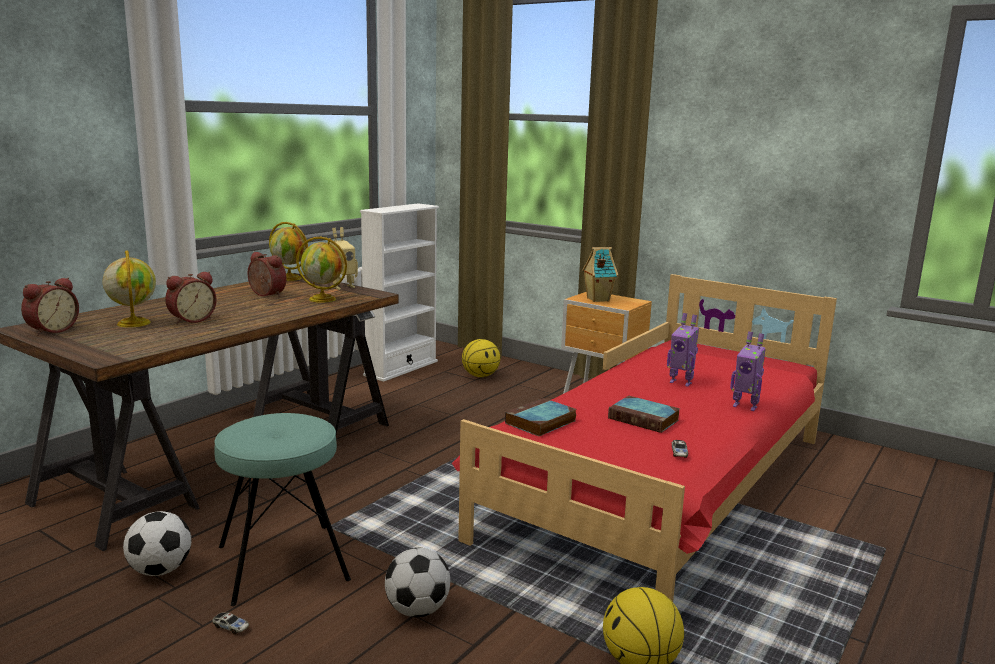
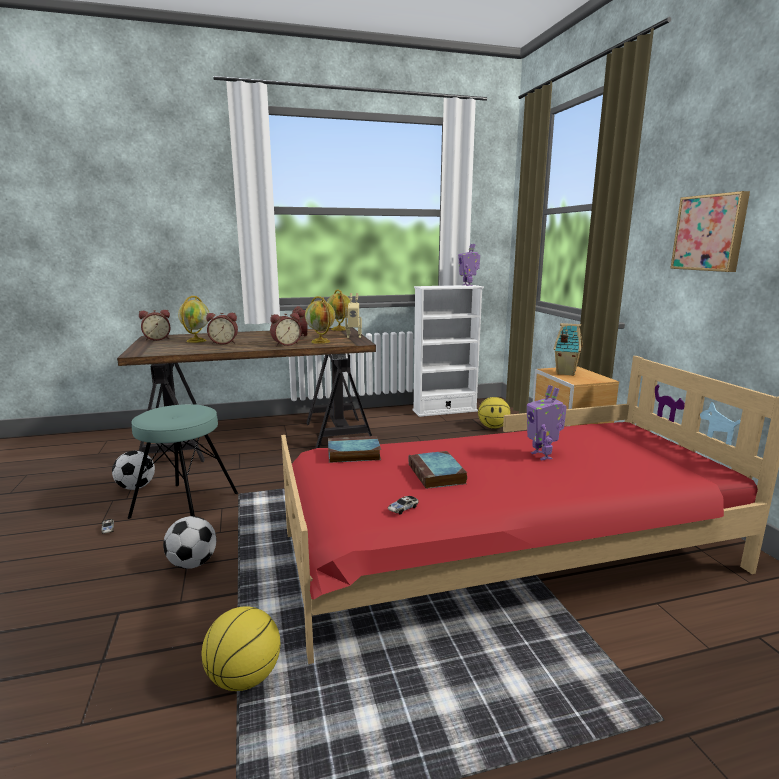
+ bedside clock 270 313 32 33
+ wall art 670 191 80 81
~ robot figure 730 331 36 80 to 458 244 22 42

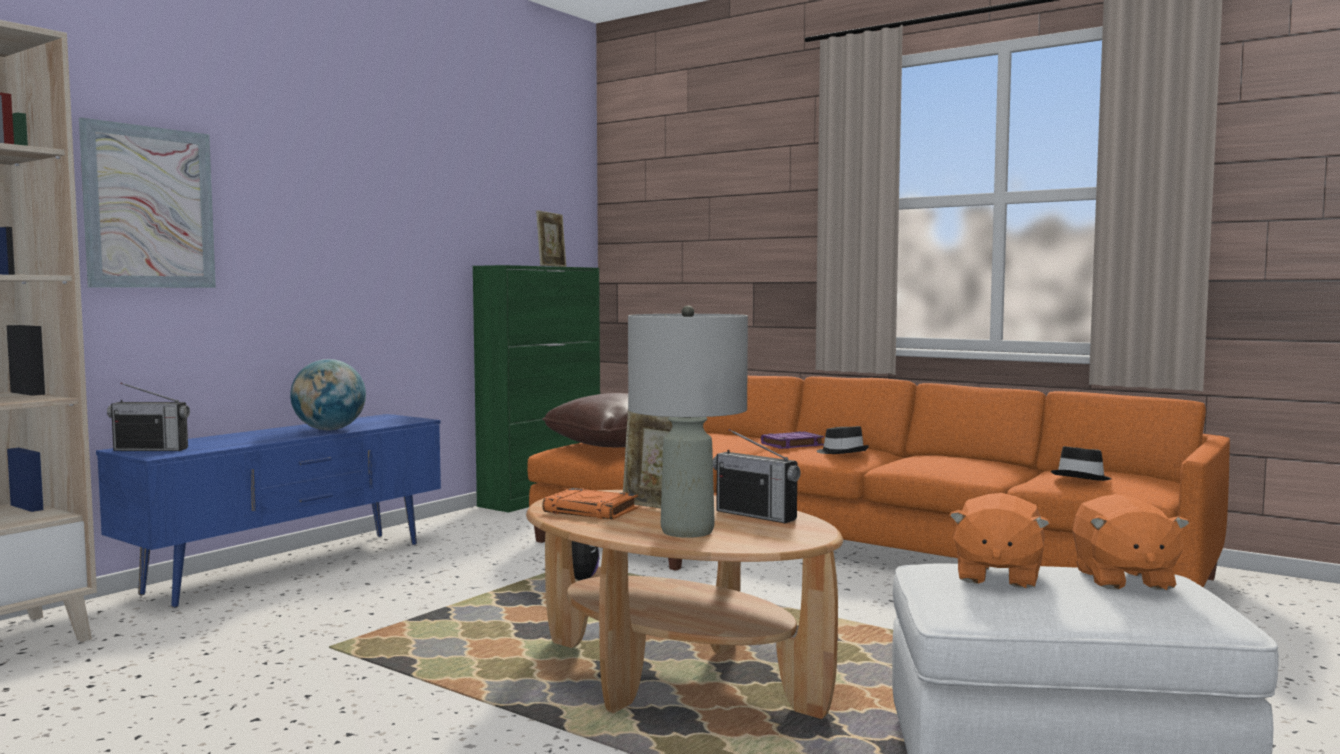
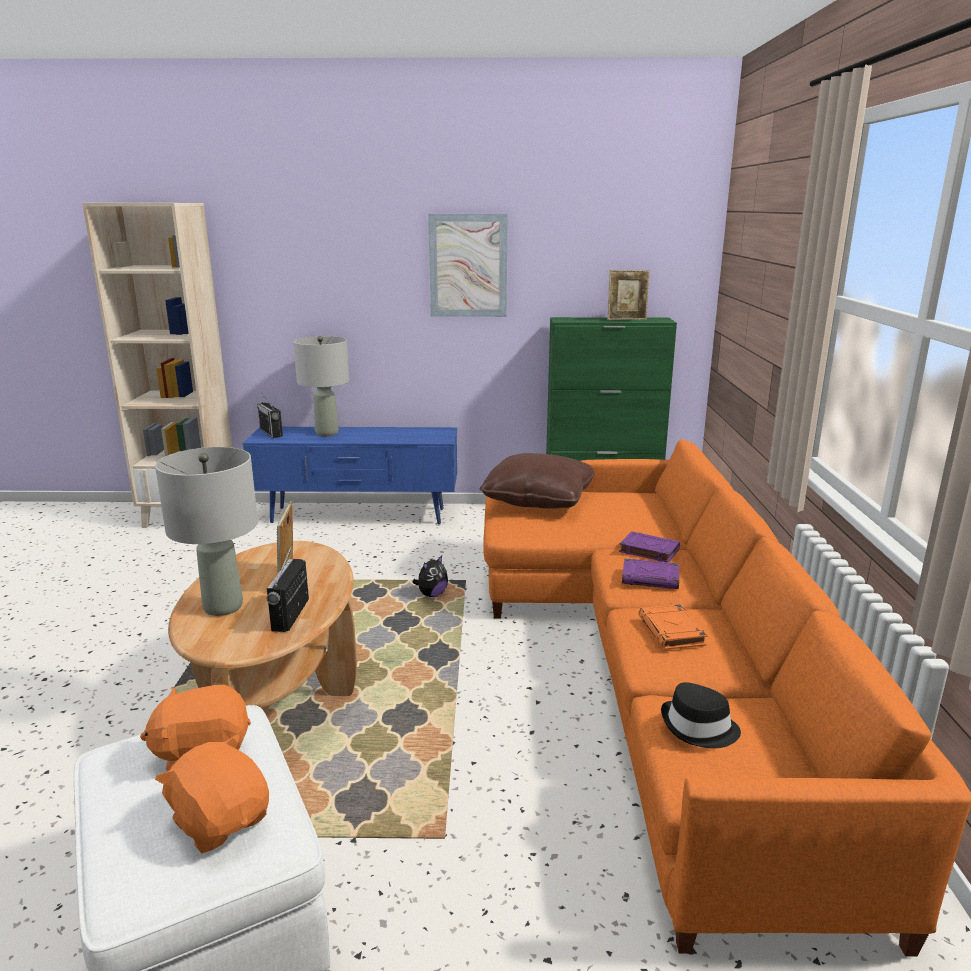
- globe 290 359 76 72
+ table lamp/gray 293 336 56 100
~ wall art 79 117 137 171 to 428 214 80 103
~ volume/orange-coloured 542 488 96 31 to 639 604 68 46
~ clothing hat/black-coloured 817 426 52 28 to volume/purple-coloured 622 558 57 31
~ soft toy/orange-coloured 1073 494 117 96 = 155 734 114 119 75 degrees clockwise

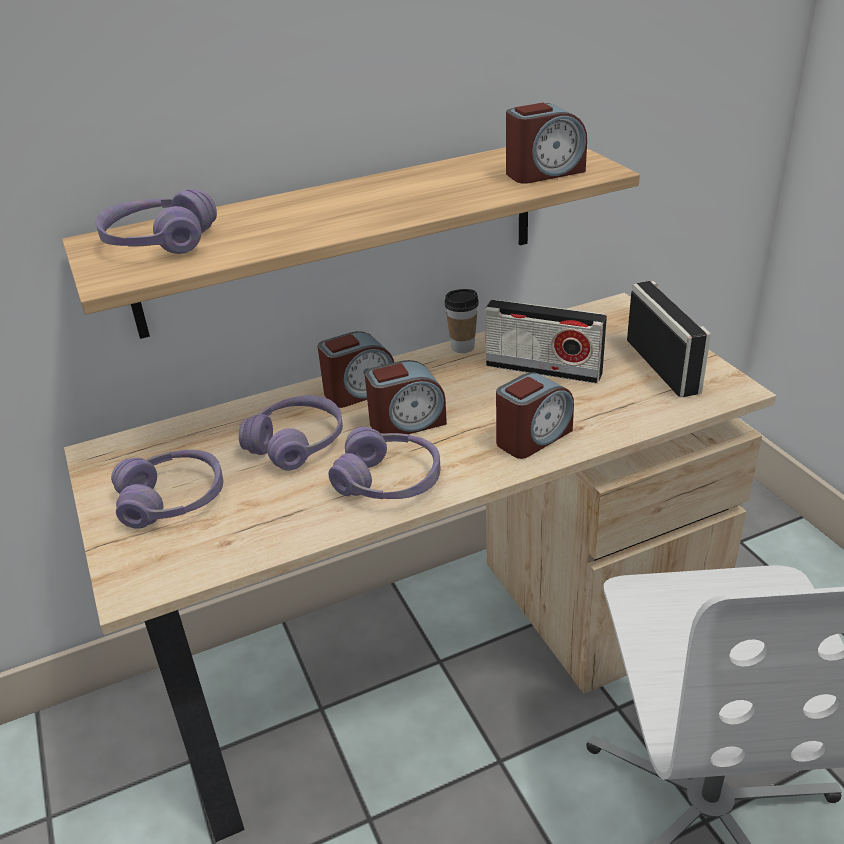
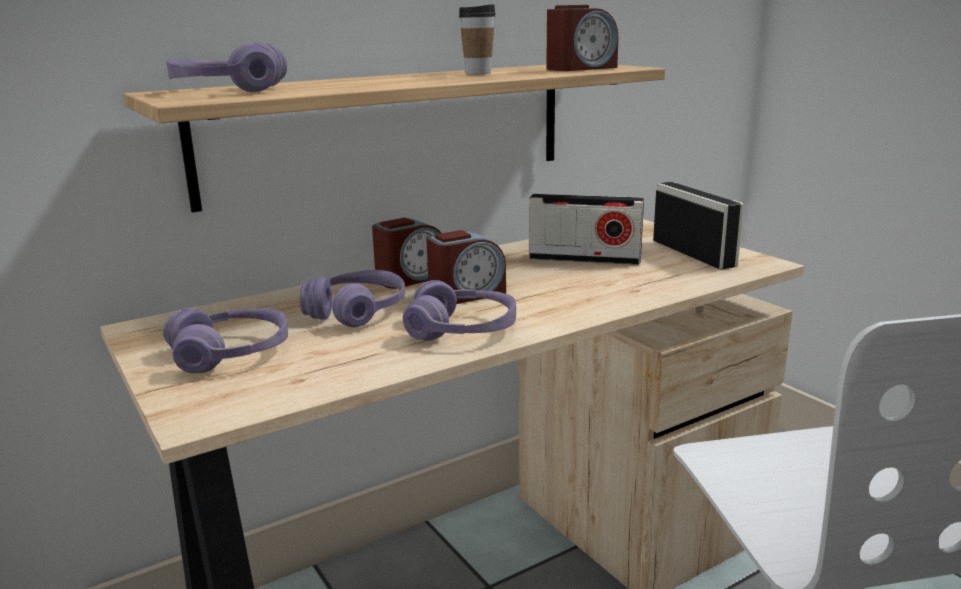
- bedside clock 496 372 78 87
~ cup 444 289 35 64 to 459 4 37 70

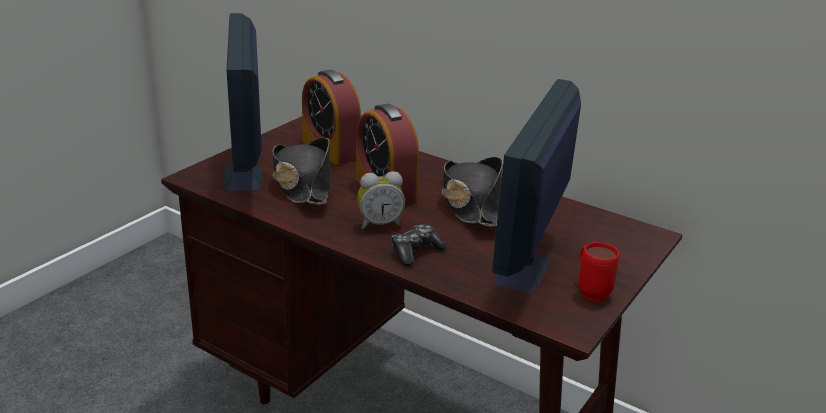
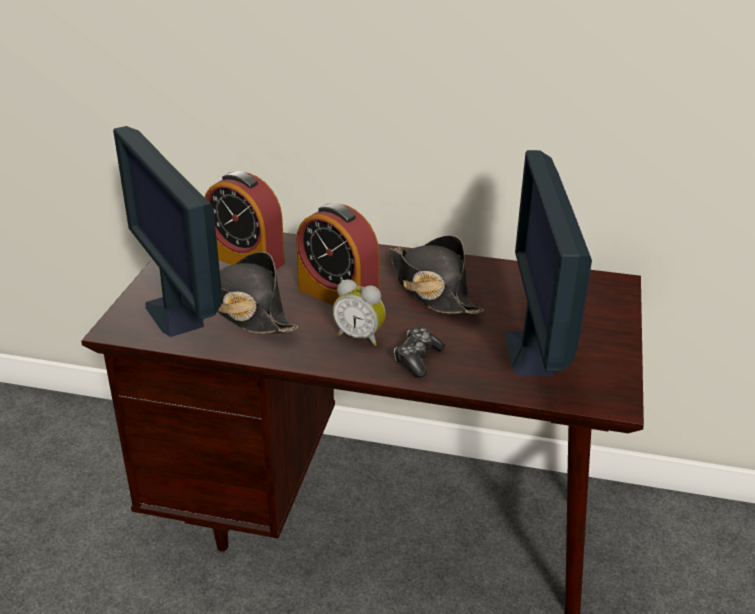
- mug/red 578 242 41 60
~ bedside clock 357 171 48 58 = 333 279 52 67 60 degrees clockwise

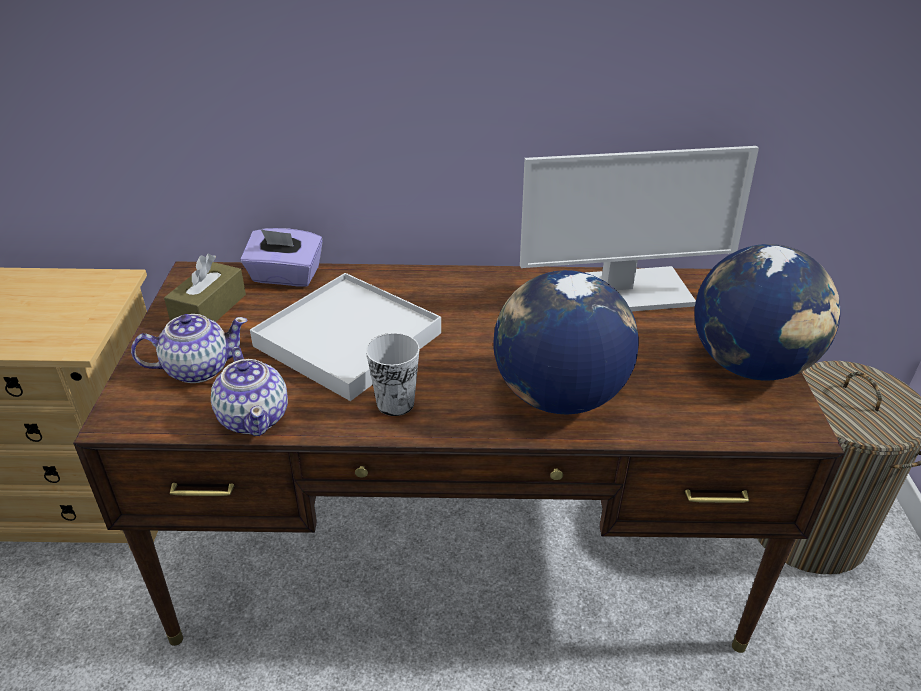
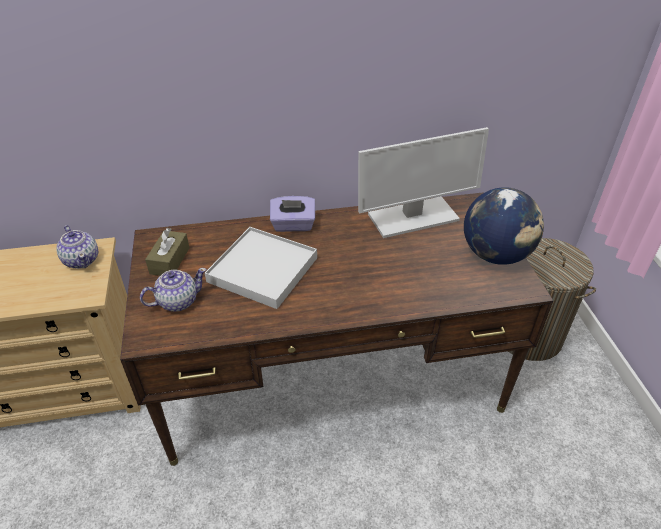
- cup 366 333 54 83
- globe 493 270 146 145
~ pot for tea 211 347 77 89 to 56 225 42 44
~ tissue box/purple-coloured 241 228 82 59 to 270 196 45 36

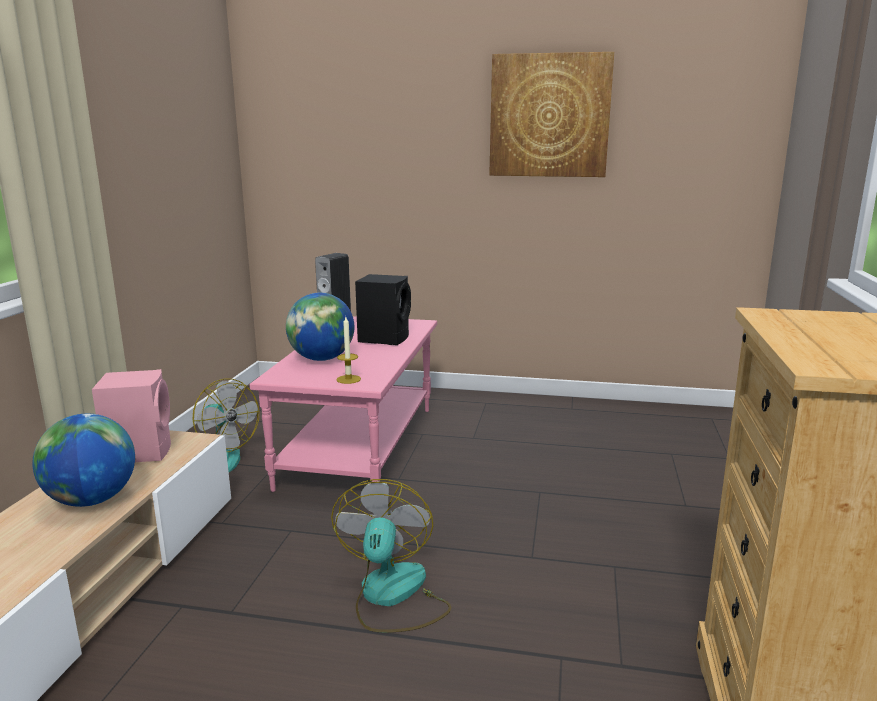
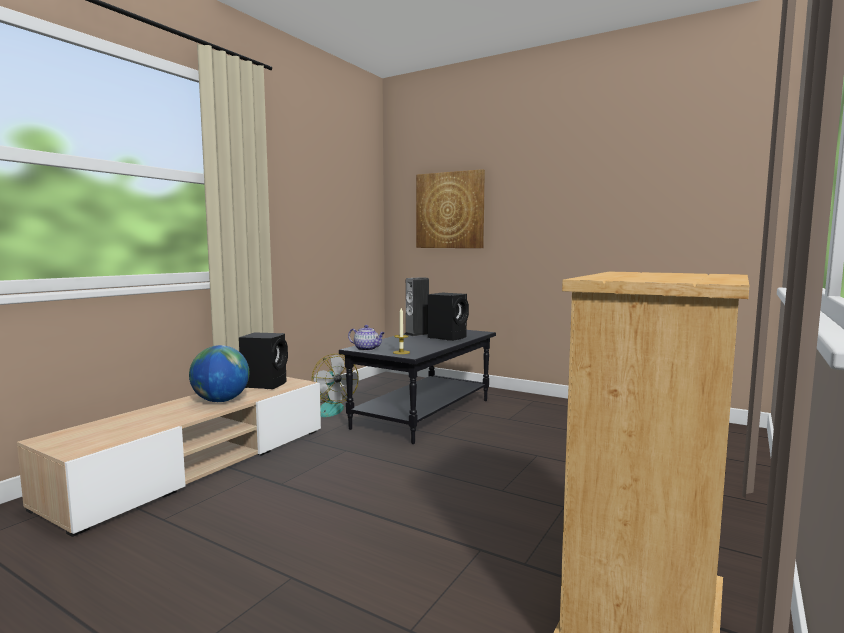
- globe 286 293 68 68
- cooling fan 331 479 120 154
+ pot for tea 348 325 37 26
~ wall art 489 52 125 125 to 416 169 69 79
~ speaker/pinkish 92 369 79 93 to speaker/black-coloured 239 332 49 57
~ low table/pinkish 250 316 187 176 to low table/black-coloured 339 330 157 114

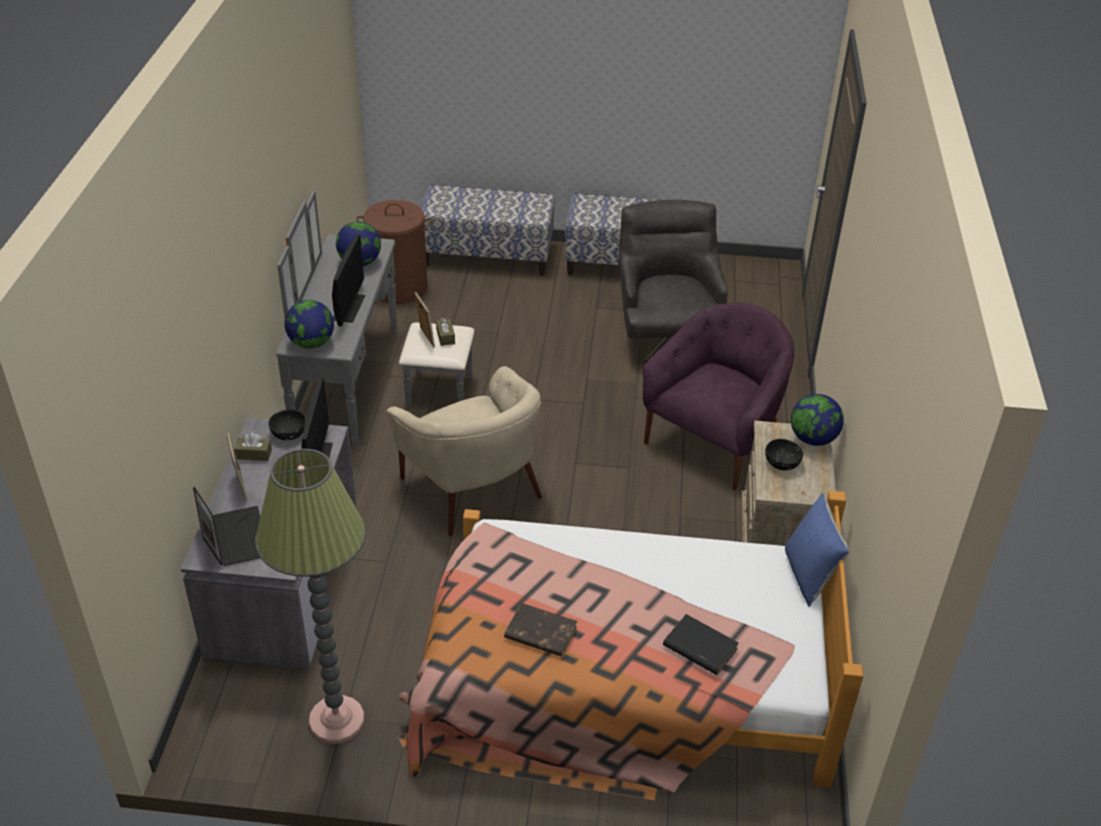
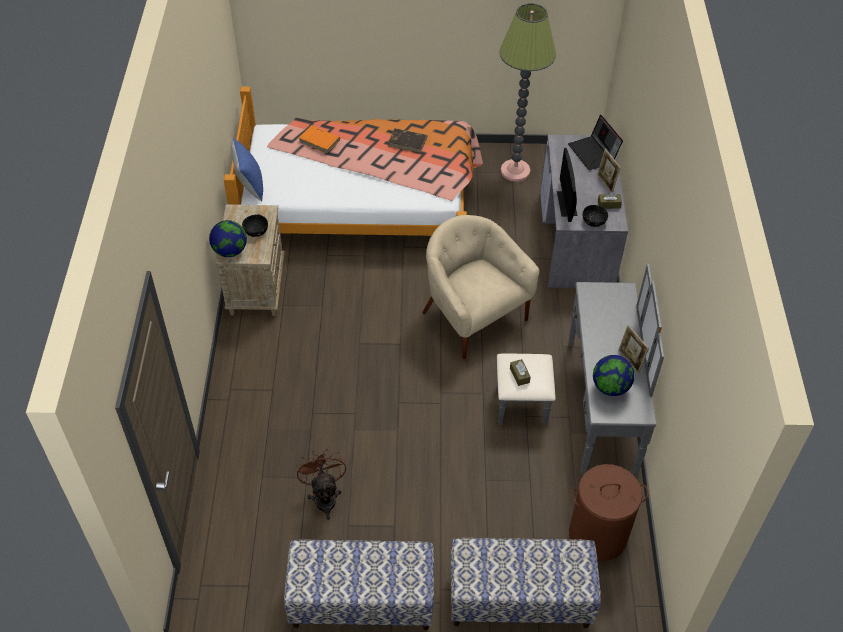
- globe 285 300 49 49
- computer screen 332 234 33 93
- easy chair/purple-coloured 642 302 152 188
~ standing frame 415 292 20 56 to 618 325 31 48
~ easy chair/gray 619 200 109 163 to cooling fan/brown-coloured 296 449 50 71
~ volume/black-coloured 663 614 76 61 to volume/orange-coloured 299 125 41 29

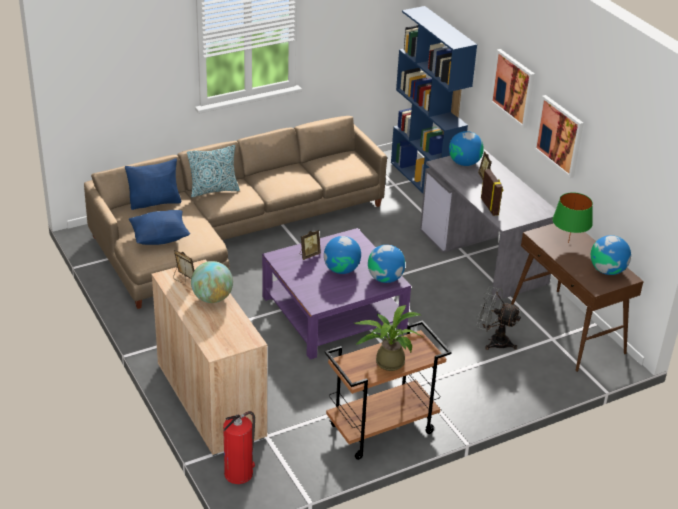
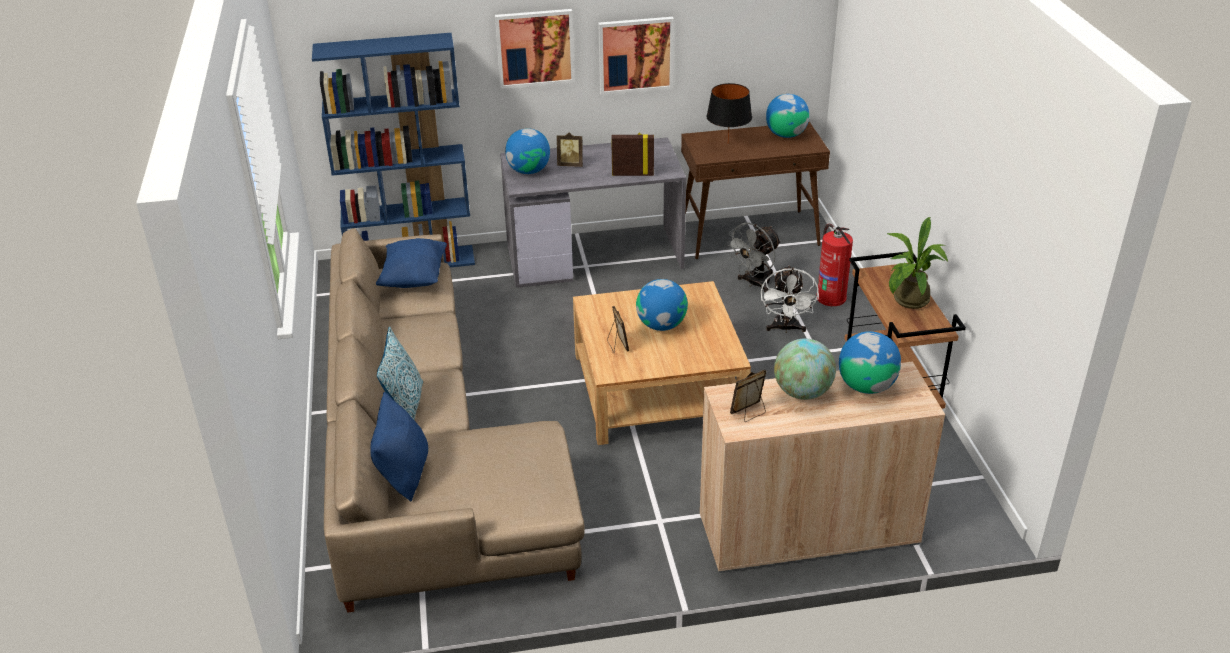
+ cooling fan/whitish 761 265 58 68
~ throw pillow/bluish 129 210 61 35 to 376 238 71 50
~ fire-fighting cylinder 223 411 32 73 to 816 223 37 83
~ globe 368 245 37 38 to 839 331 62 63
~ low table/purple-coloured 262 228 149 131 to low table/beige 573 281 178 164
~ table lamp/greenish 553 192 40 51 to table lamp/black-coloured 707 83 45 61

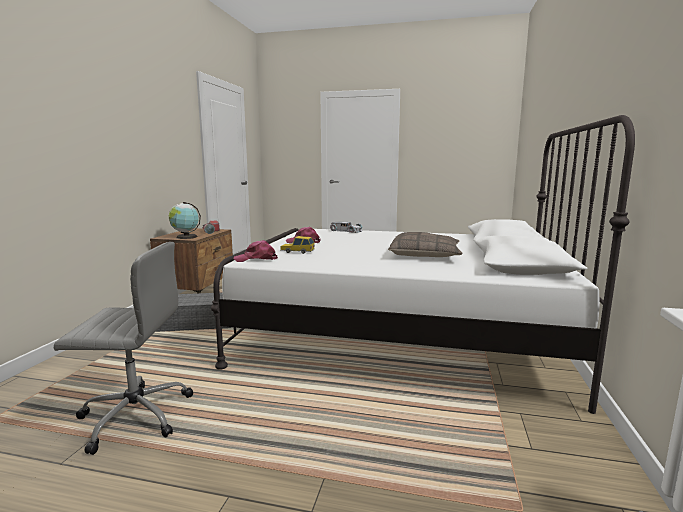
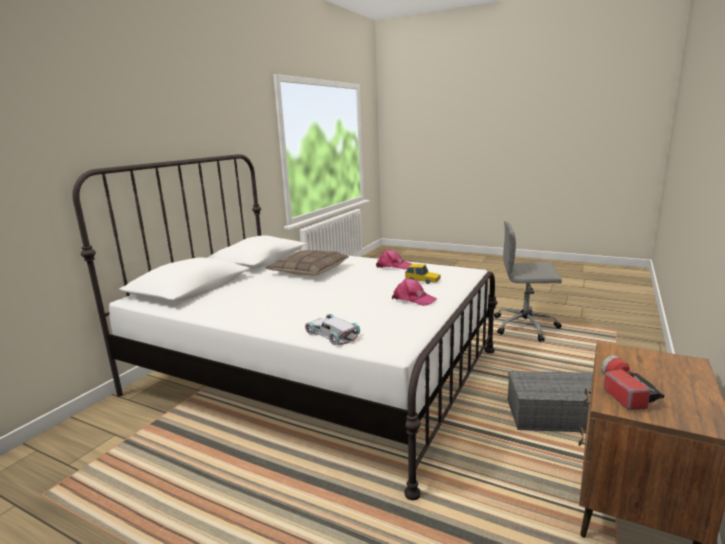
- globe 169 202 32 37
~ cap/pinkish 234 240 44 22 to 376 250 36 20

